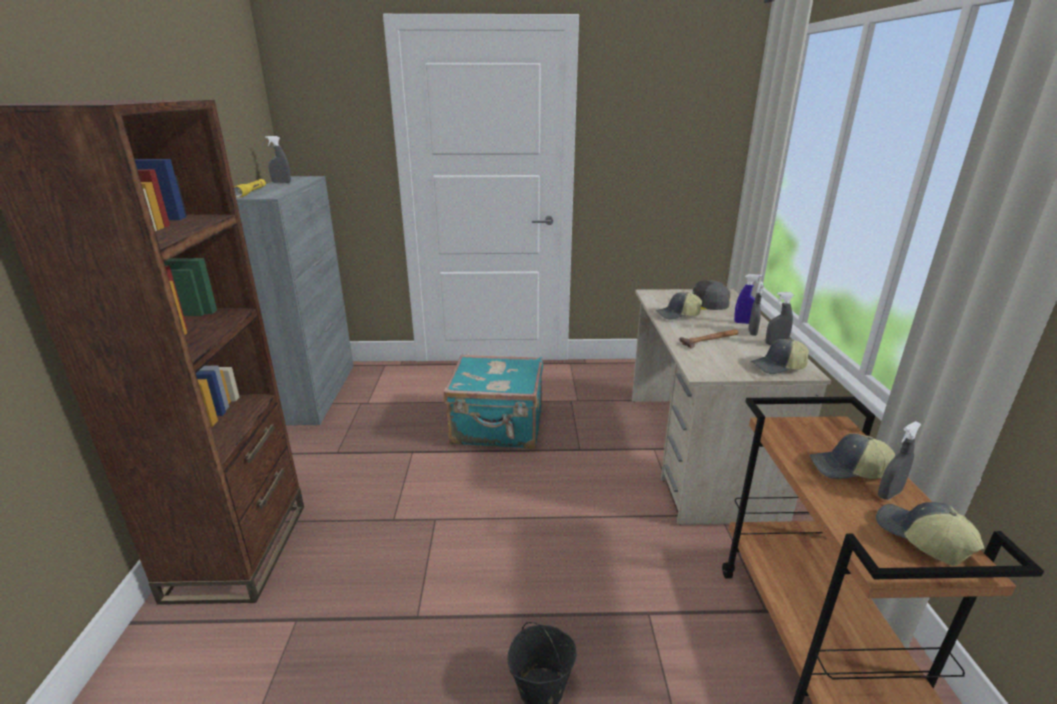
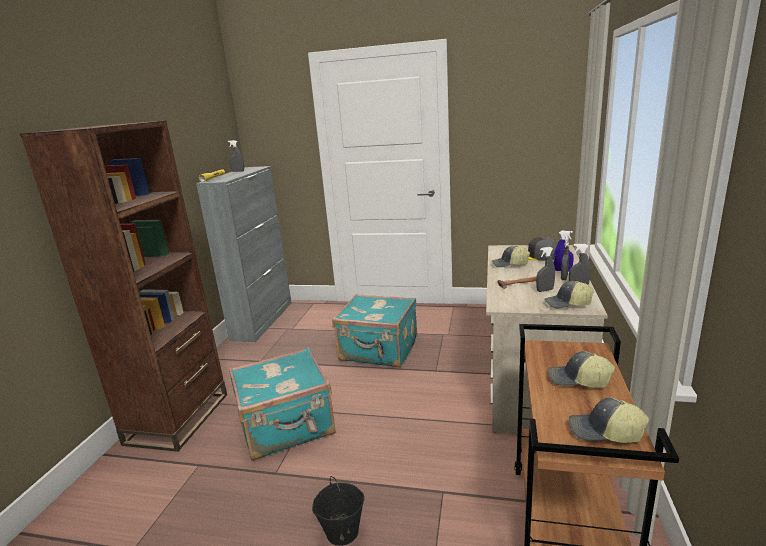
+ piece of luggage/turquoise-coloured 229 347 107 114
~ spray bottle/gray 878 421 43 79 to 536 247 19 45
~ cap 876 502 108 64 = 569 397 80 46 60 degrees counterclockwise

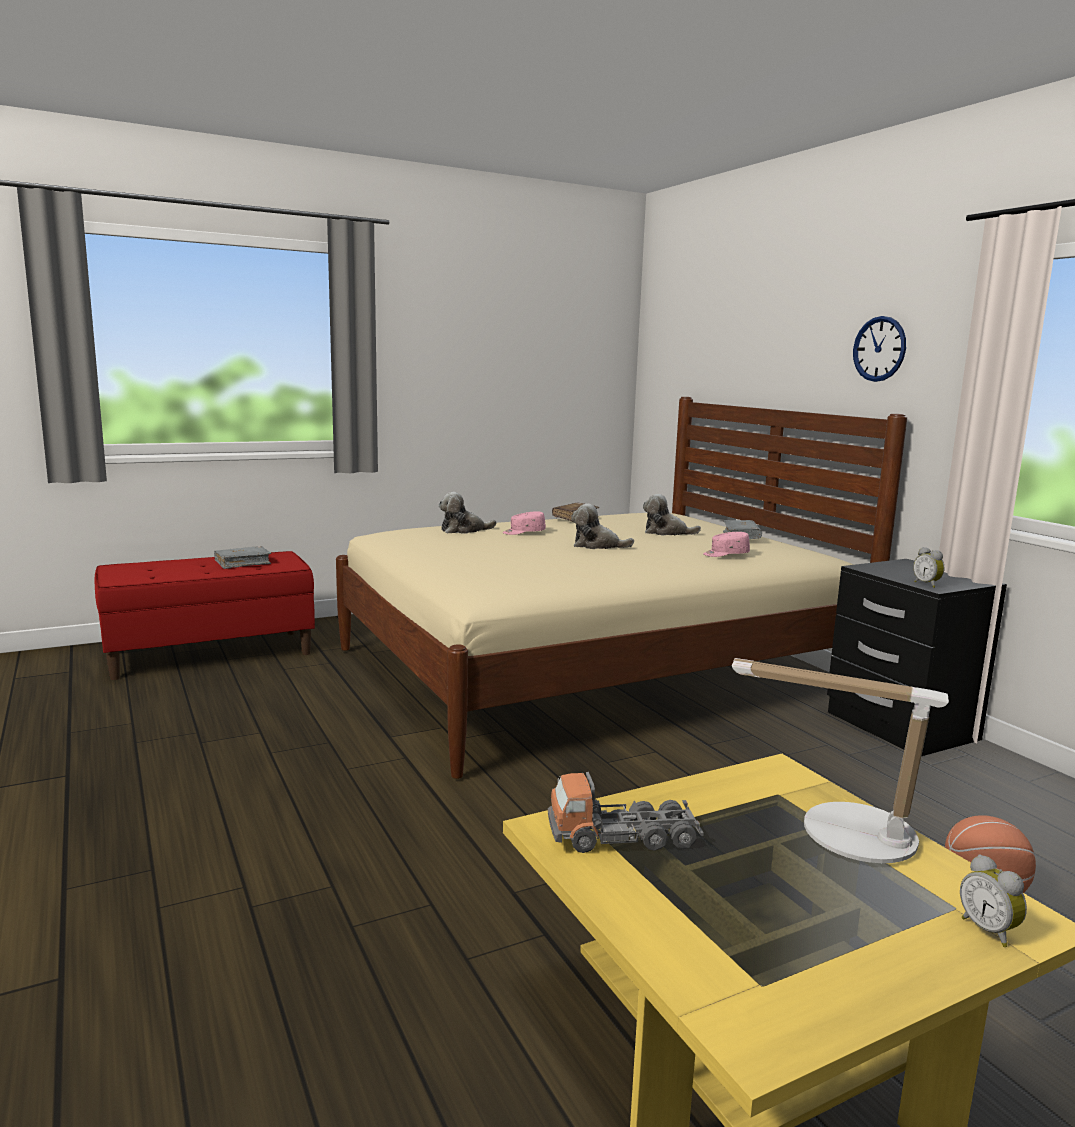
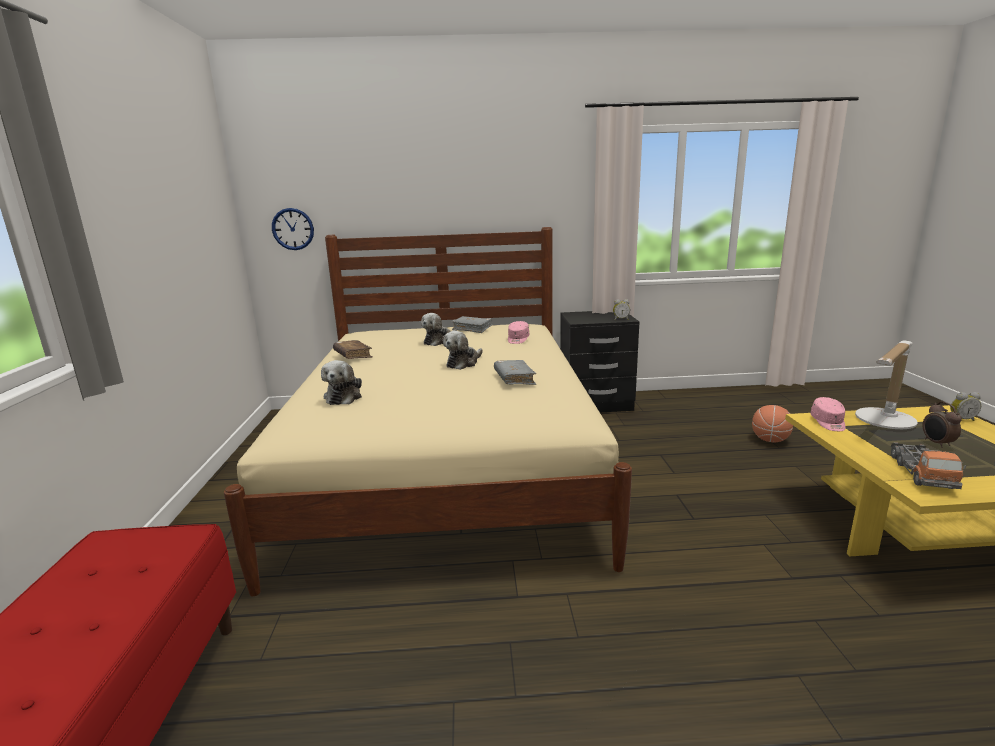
+ bedside clock 923 401 39 47
~ volume/gray 214 546 57 23 to 494 360 43 25
~ cap/pinkish 503 511 43 24 to 810 397 36 34
~ wall clock 853 316 53 66 to 272 208 42 42

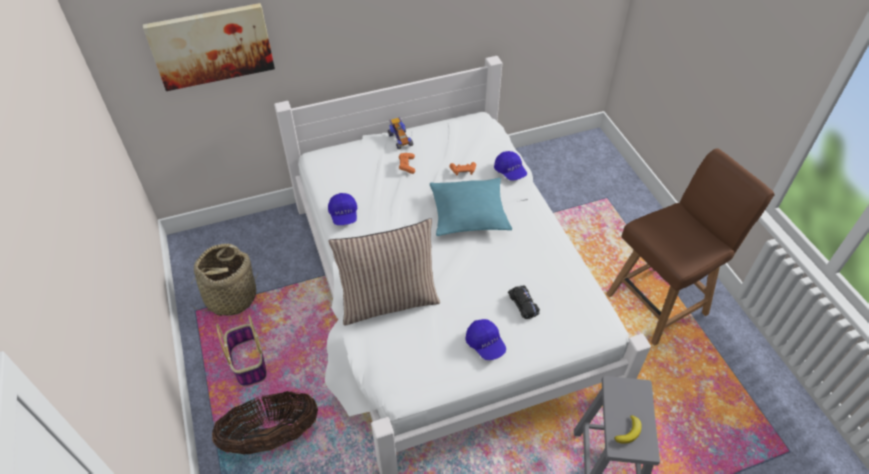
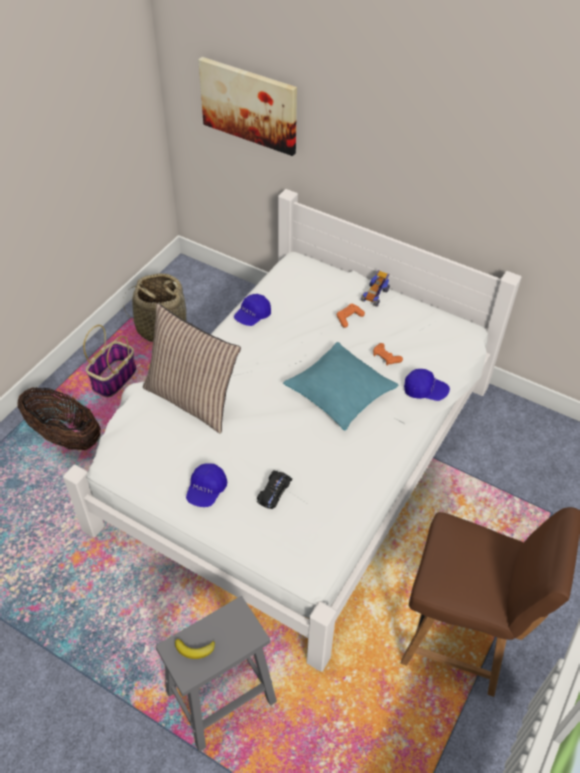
~ cap/bluish 494 151 33 29 = 404 369 46 32 90 degrees counterclockwise

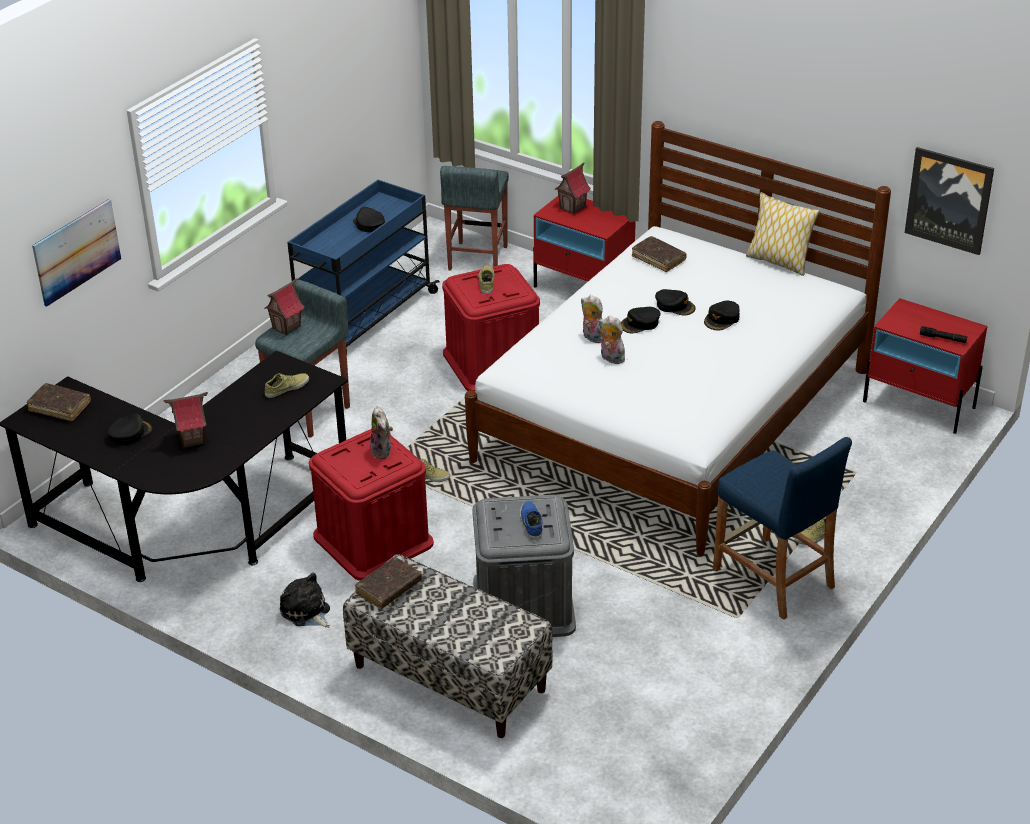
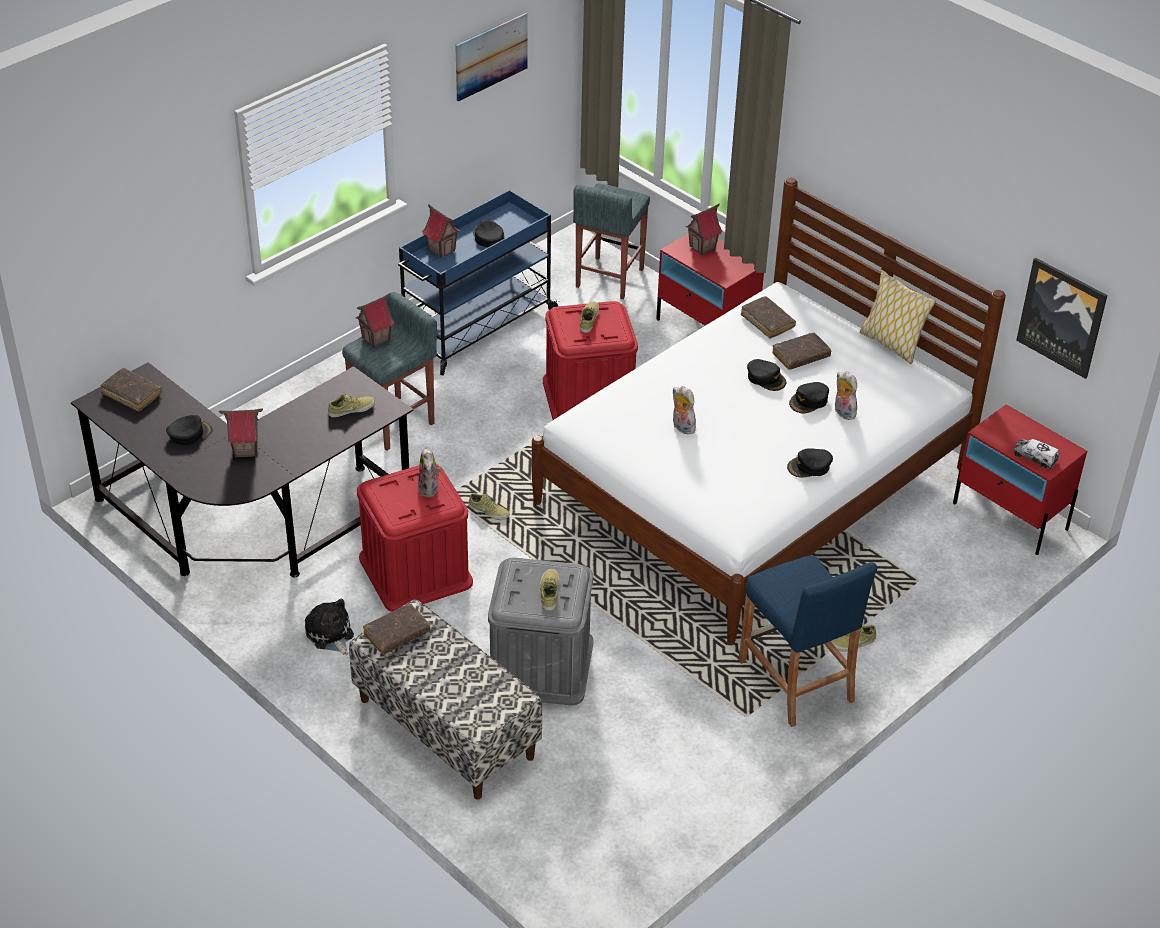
+ toy house 422 204 39 54
+ volume/brown-coloured 772 332 59 38
~ wall art 32 199 89 108 to 455 13 73 89
~ soft toy 581 295 22 48 to 835 371 22 49
~ cap/black-coloured 621 307 39 26 to 787 448 46 29
~ flashlight/black-coloured 920 326 47 17 to toy truck 1013 439 46 30
~ item of footwear/bluish 520 501 22 39 to item of footwear/beige 540 569 19 42

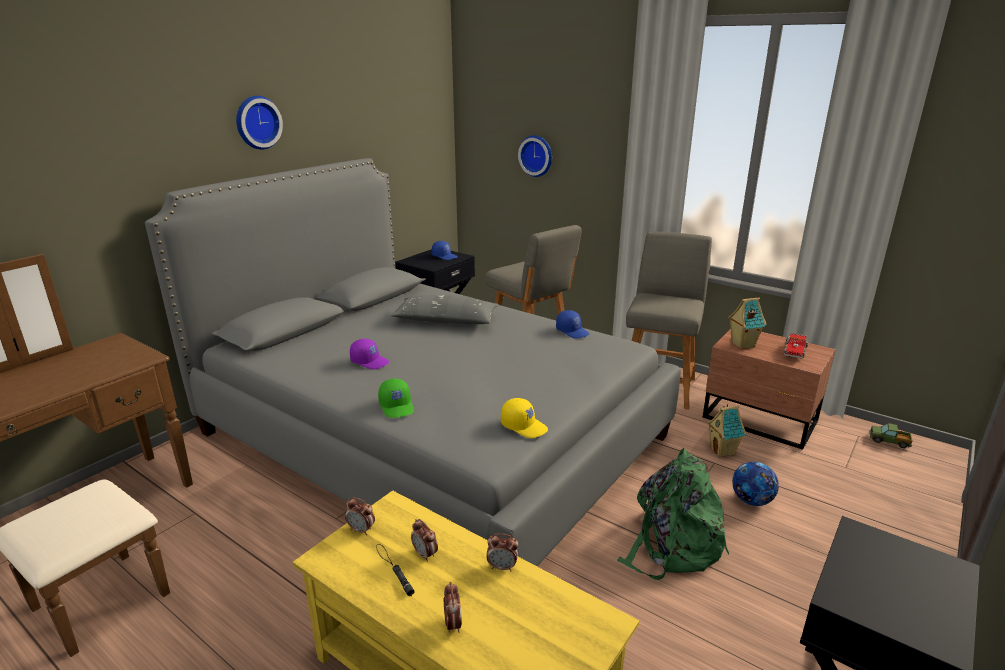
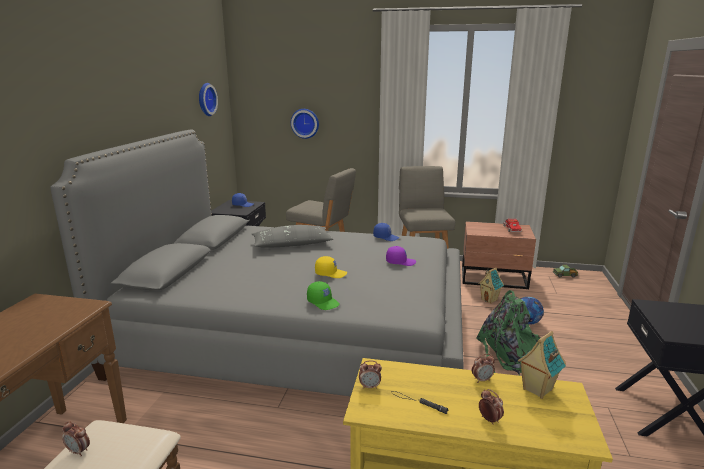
~ wall clock 236 96 47 54 to 199 83 19 33
~ cap/purple-coloured 350 339 39 31 to 386 246 30 20
~ bedside clock 411 519 27 43 to 62 421 28 35
~ cap/yellow-coloured 501 398 47 40 to 315 256 32 22
~ toy house 728 297 39 52 to 518 331 48 68

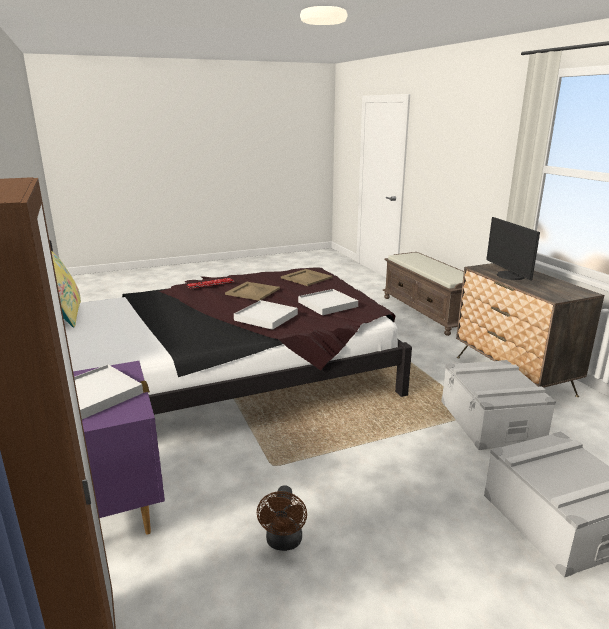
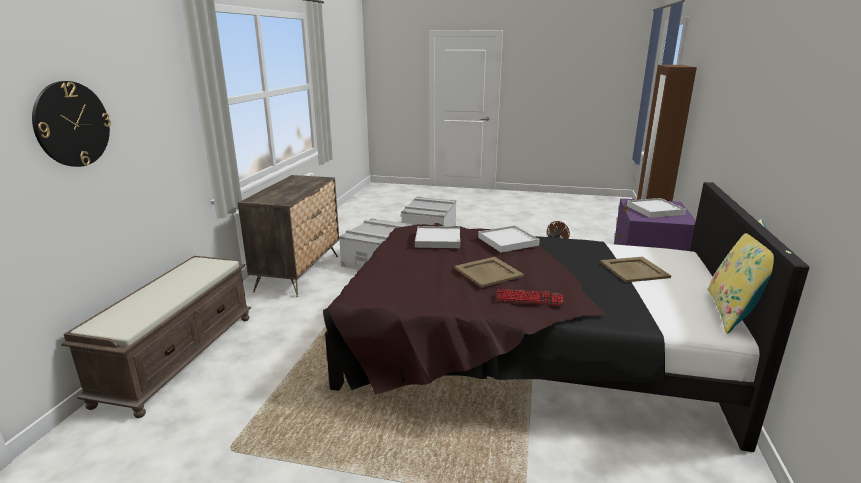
- computer screen 486 217 54 64
+ wall clock 32 81 79 86
~ serving tray/beige 281 269 51 17 to 600 257 71 25

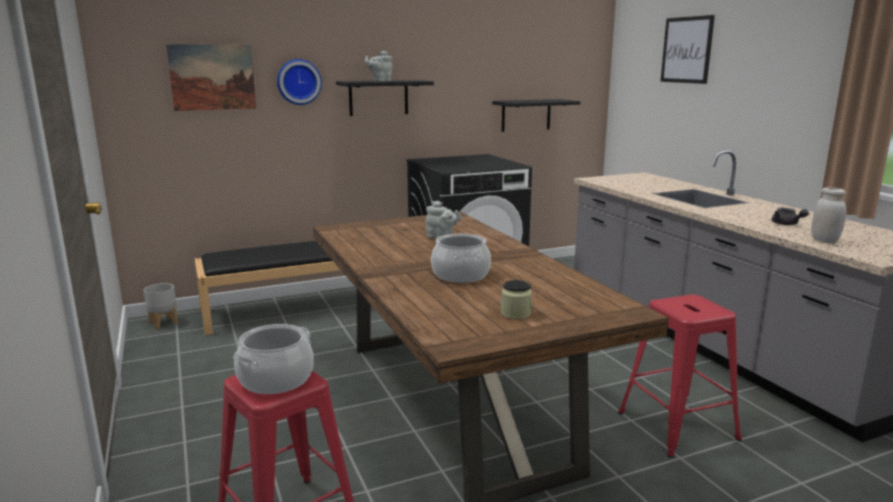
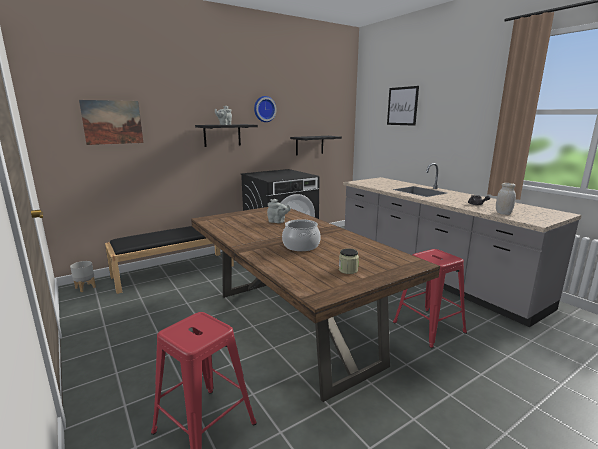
- cooking pot 233 324 81 70
~ wall clock 277 59 45 46 to 254 96 23 26

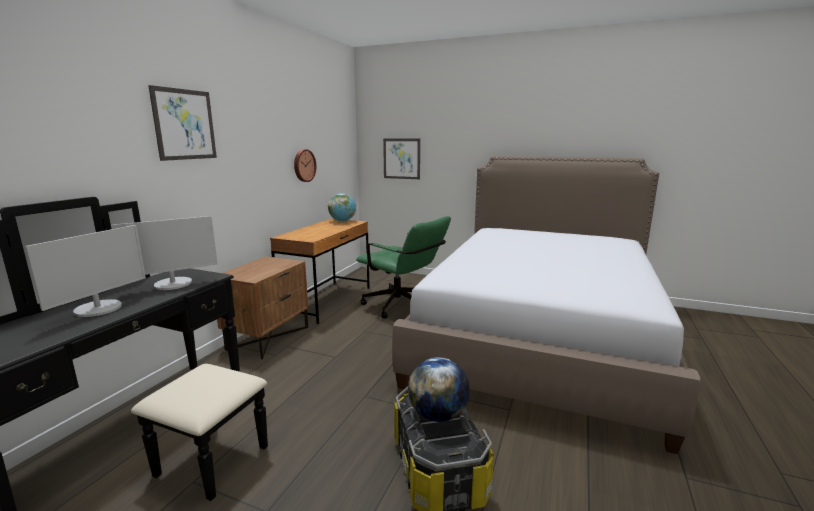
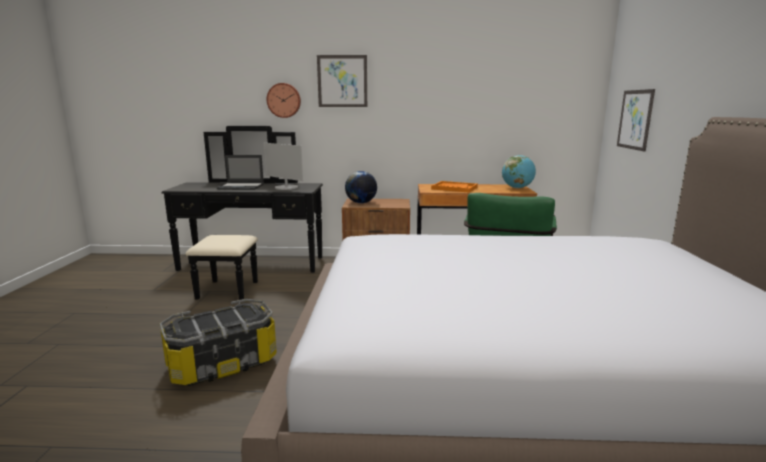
+ serving tray/orange-coloured 431 181 47 12
~ wall clock 294 149 22 33 to 267 83 34 35
~ globe 408 357 62 65 to 345 171 32 32
~ computer screen 25 225 121 92 to notebook computer 217 155 47 35

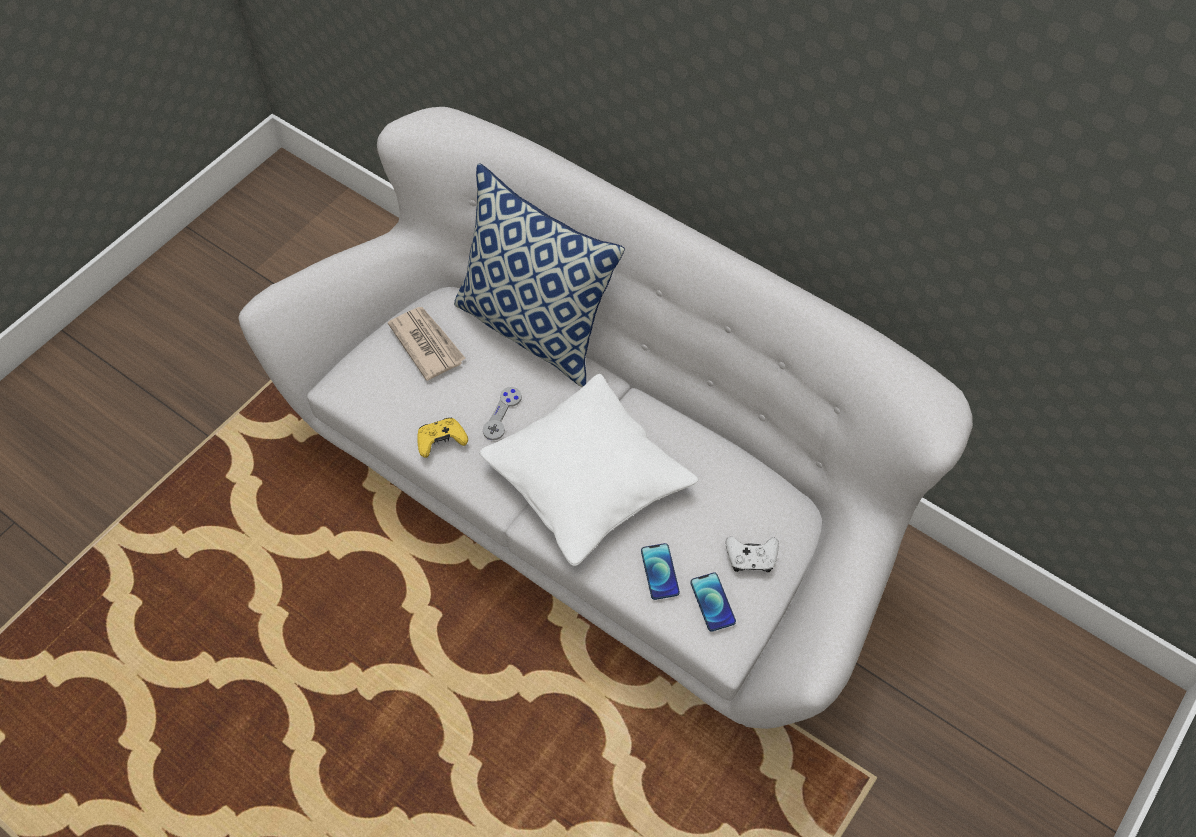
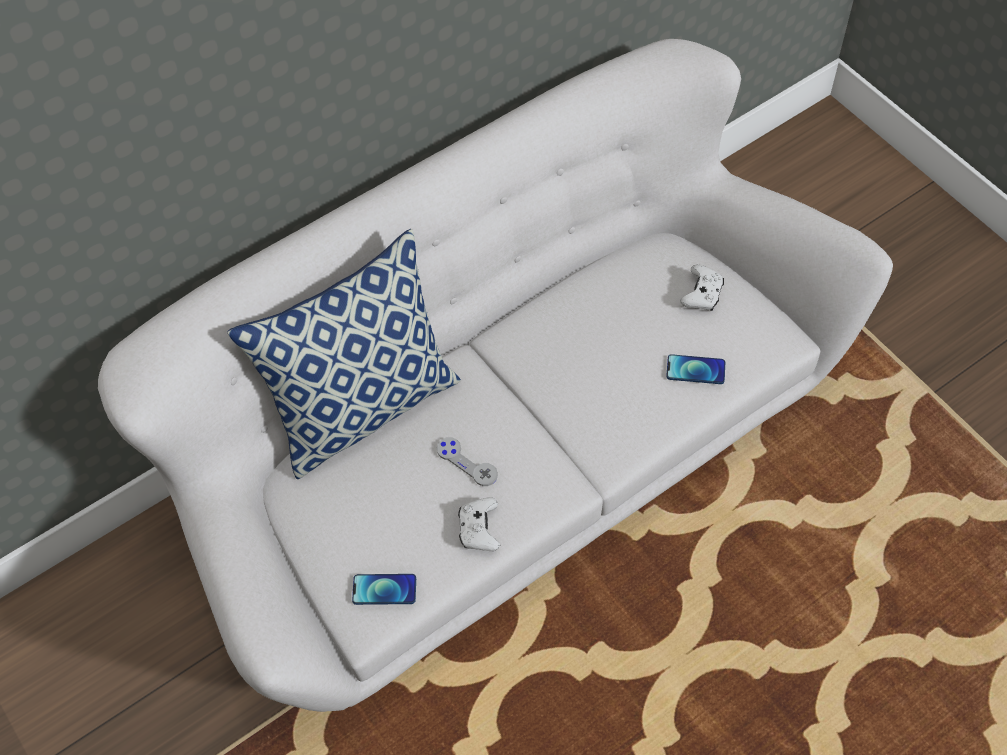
- newspaper 388 307 78 74
- throw pillow/whitish 479 374 220 192
~ phone 690 573 46 58 to 352 574 64 31
~ joypad/yellow-coloured 417 418 51 40 to joypad/whitish 458 497 42 54

